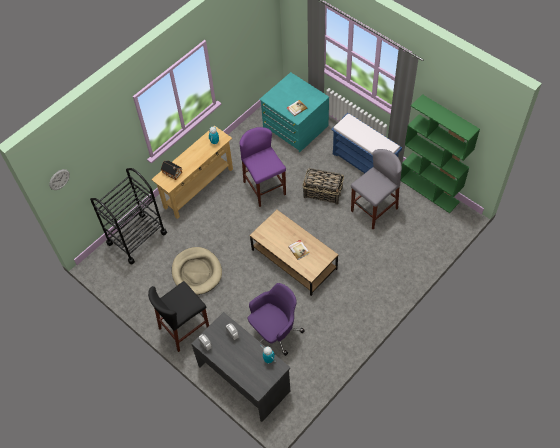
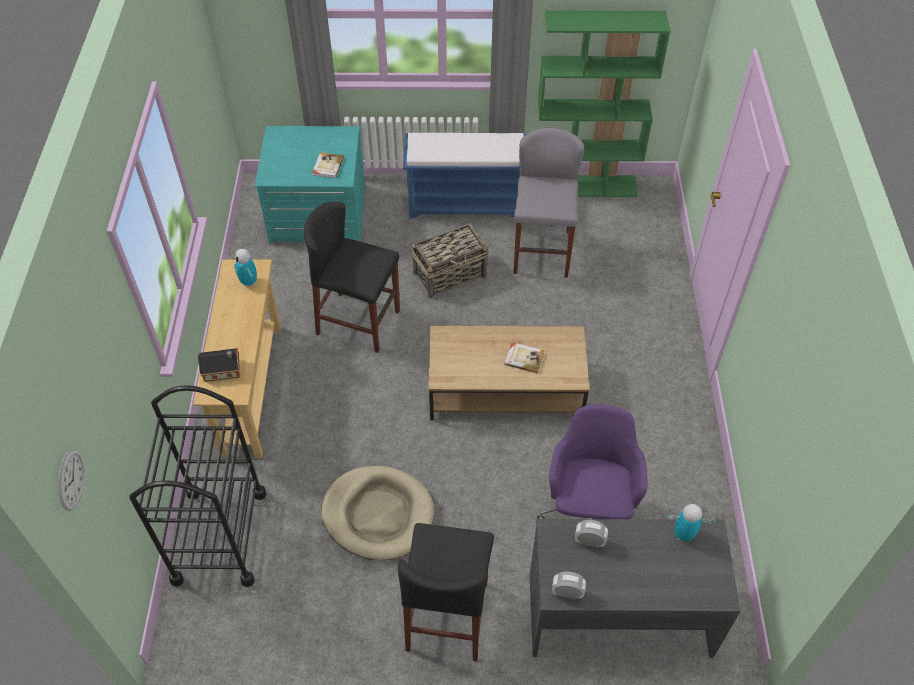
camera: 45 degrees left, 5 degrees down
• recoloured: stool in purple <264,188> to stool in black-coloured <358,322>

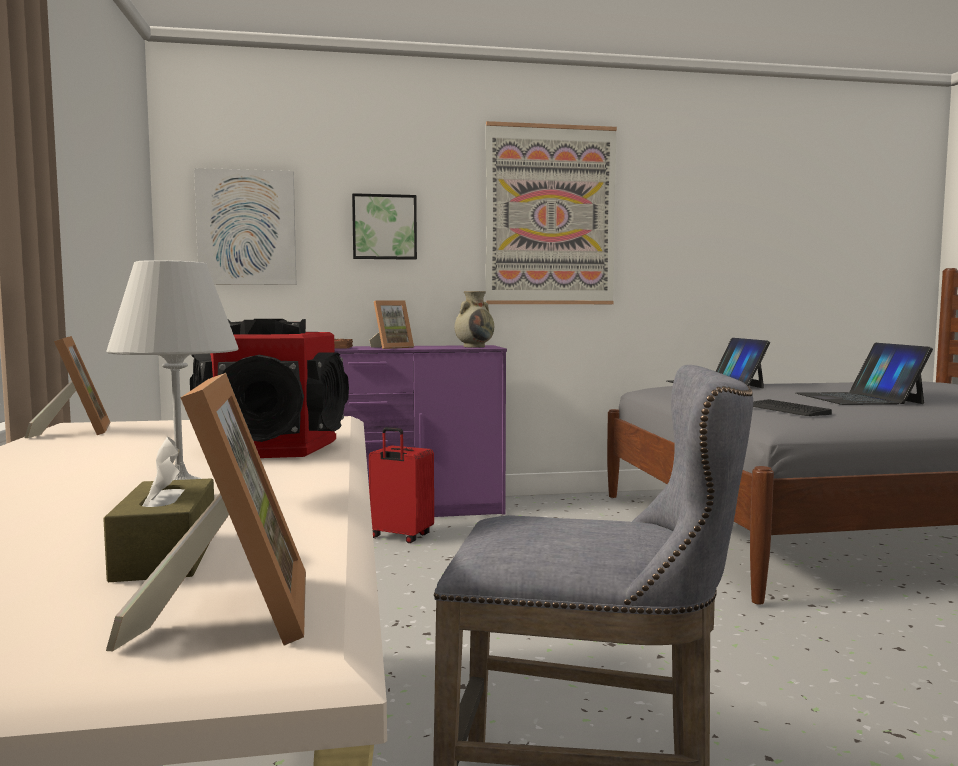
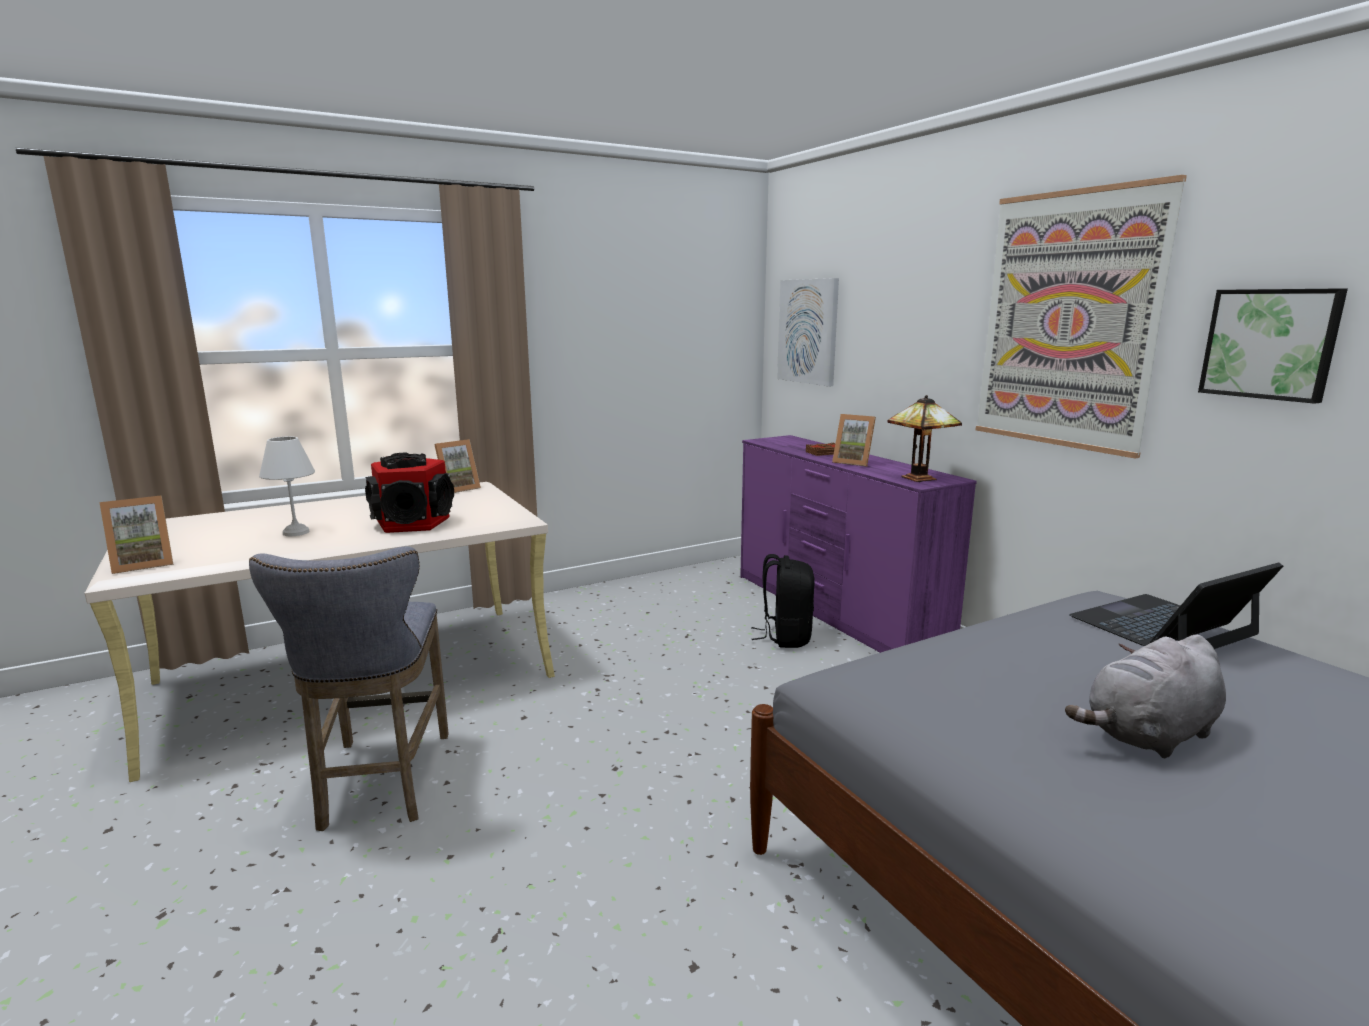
camera: 70 degrees right, 10 degrees up
• replaced: travel case in reddish <400,537> to knapsack in black-coloured <785,637>
• replaced: vase in beige-coloured <474,346> to tabletop lamp <921,479>
• replaced: notebook computer <858,398> to plush toy in grey <1148,735>
• moved: wall picture <384,227> to <1270,344>
• removed: box of tissues in brown-coloured <166,555>
• removed: PC keyboard <786,409>

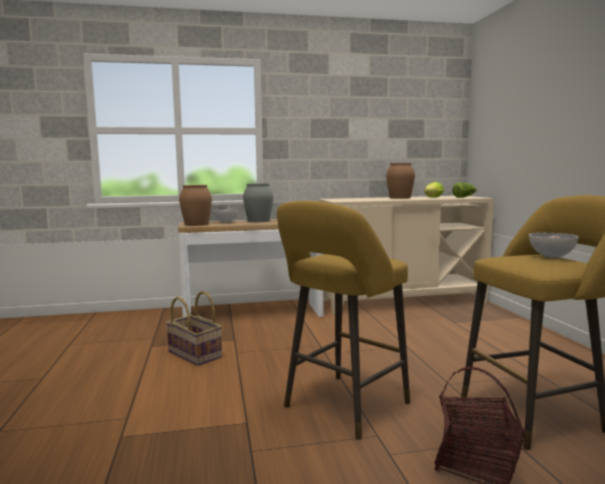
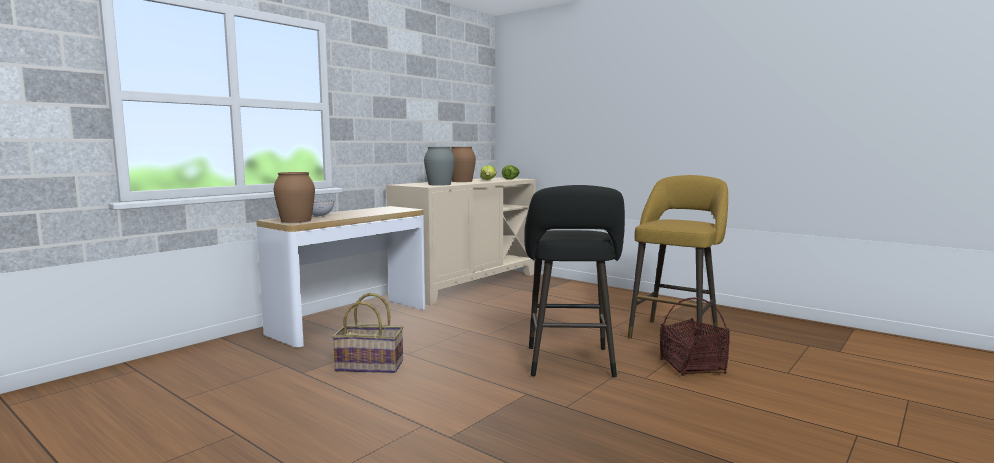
camera: 40 degrees left, 0 degrees up
• moved: vase in grey <258,221> to <439,184>
• recoloured: stool in yellow-coloured <342,407> to stool in black-coloured <570,364>
• removed: serving bowl <551,257>

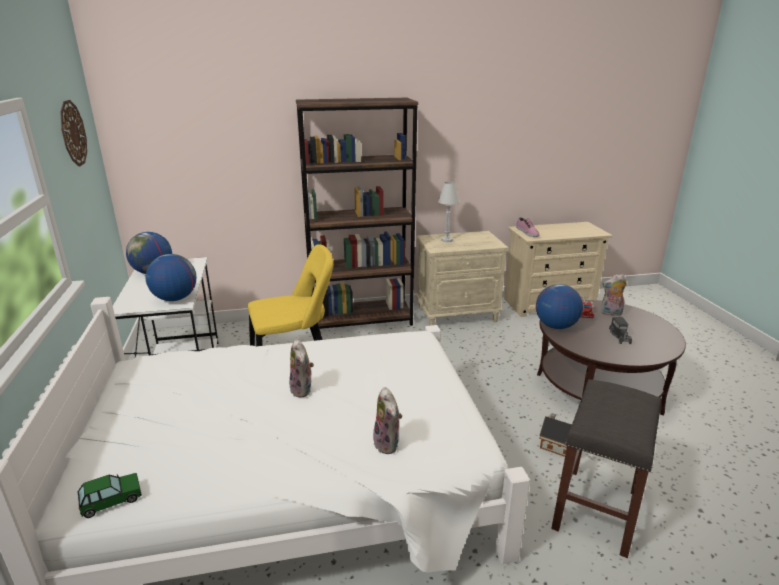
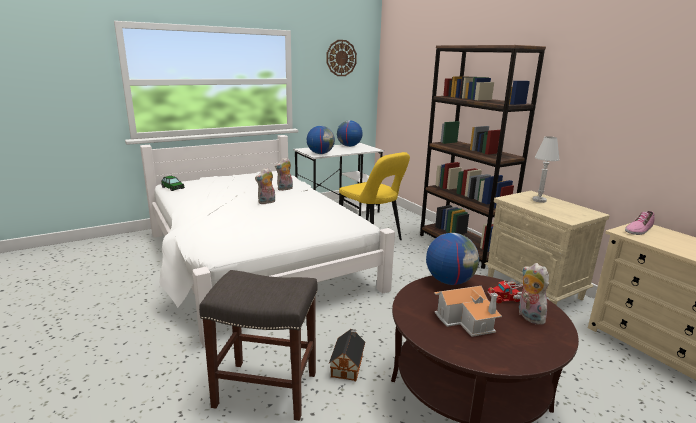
camera: 70 degrees right, 5 degrees down
• moved: plush toy <388,444> to <285,189>
• replaced: model truck <619,336> to model house <467,320>

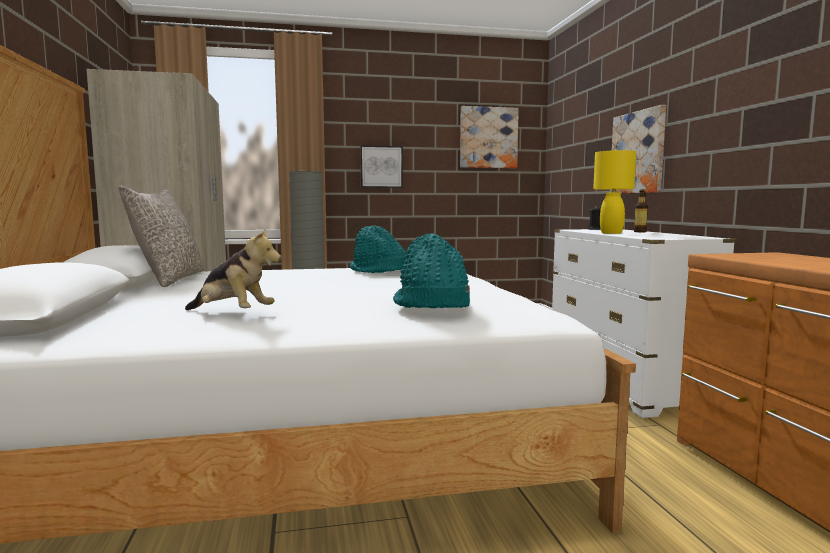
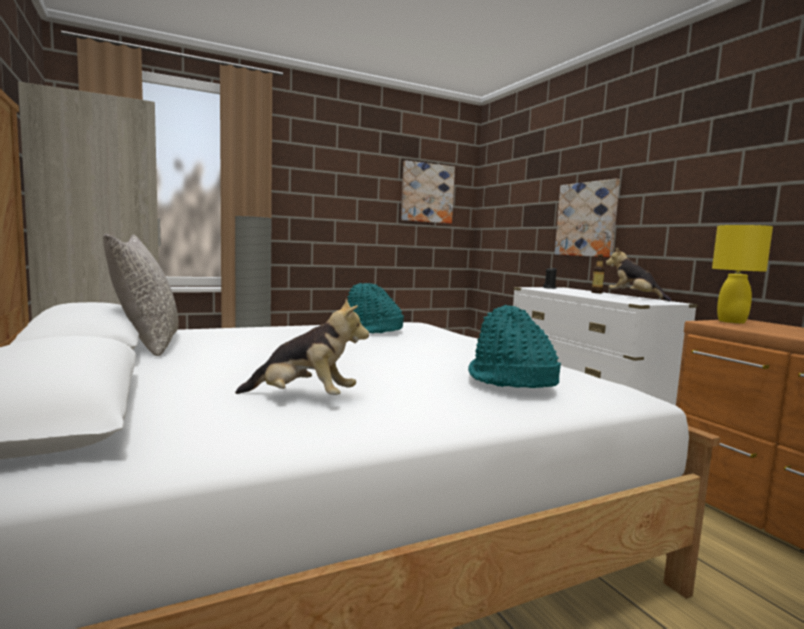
camera: 15 degrees left, 0 degrees up
• added: plush toy <634,297>
• moved: tabletop lamp in yellow-coloured <611,233> to <731,321>
• removed: wall picture <381,167>

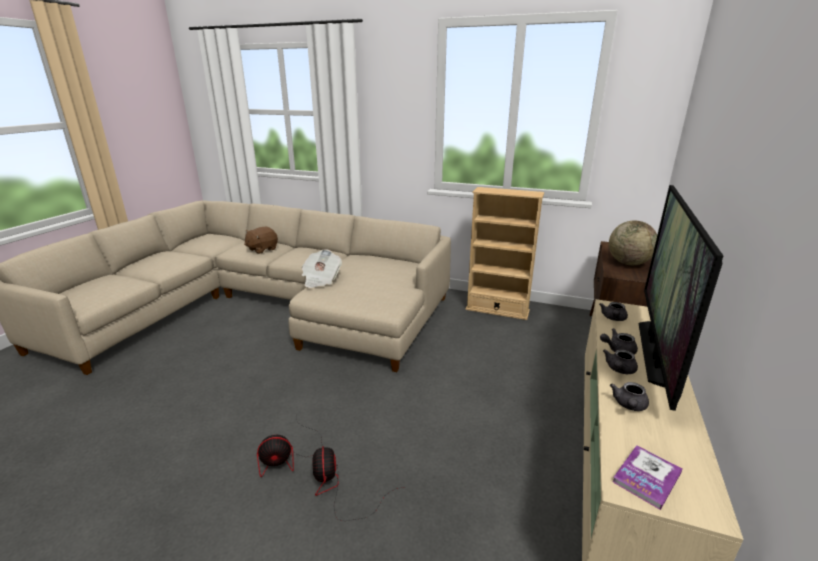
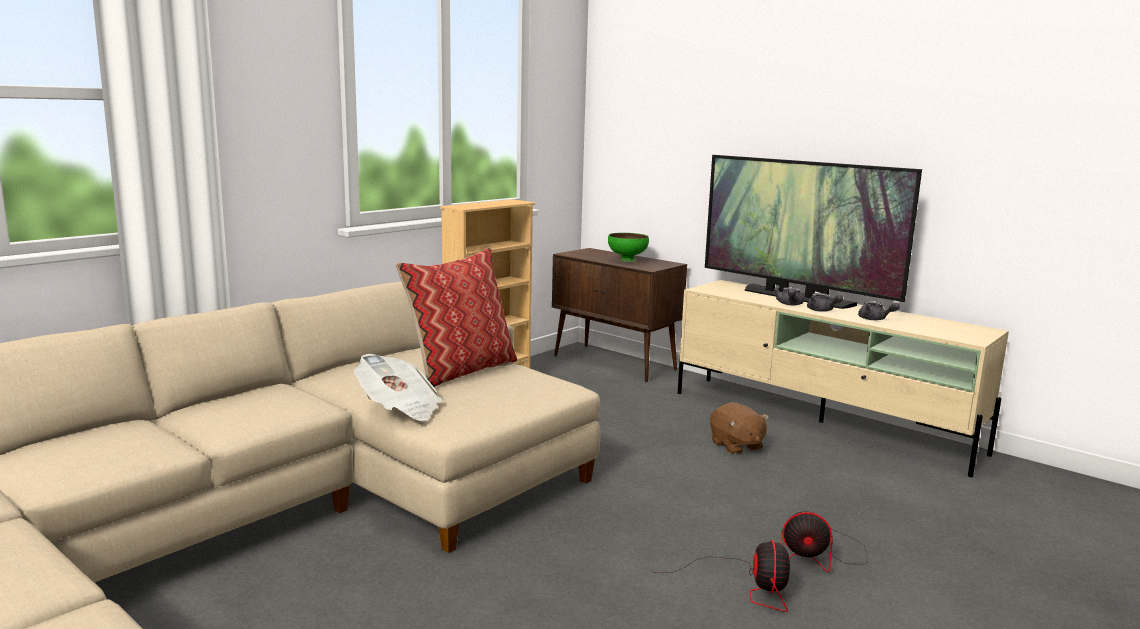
camera: 70 degrees left, 10 degrees down
• added: throw pillow <461,370>
• replaced: globe <628,263> to serving bowl in green-coloured <627,260>
• moved: plush toy in brown-coloured <262,249> to <736,446>
• removed: teapot in grey <613,318>
• removed: volume <646,477>

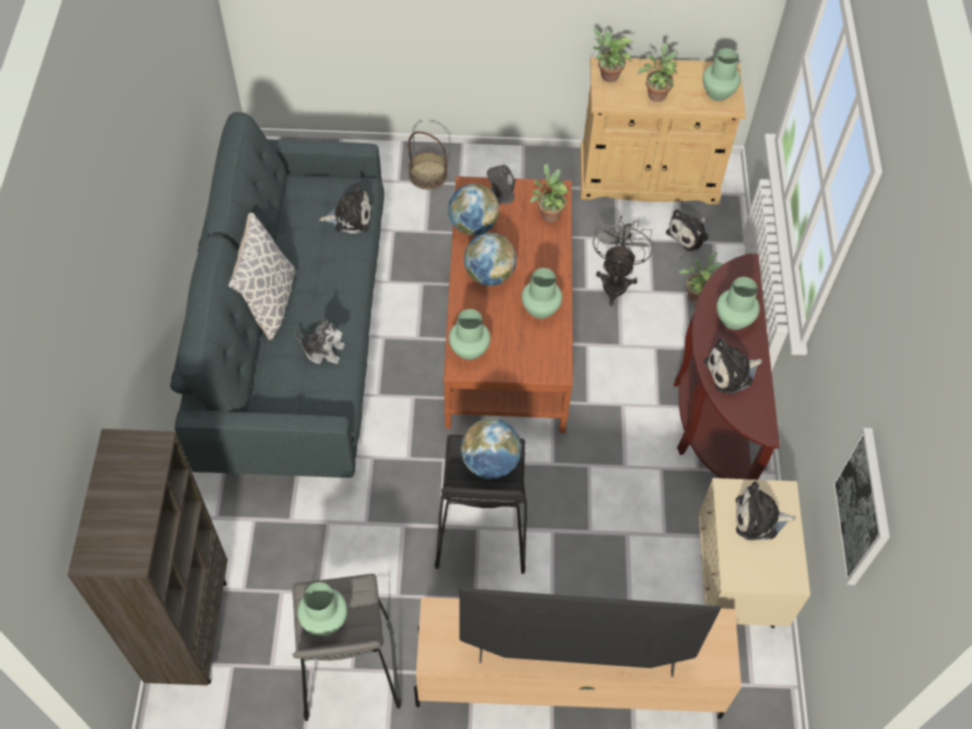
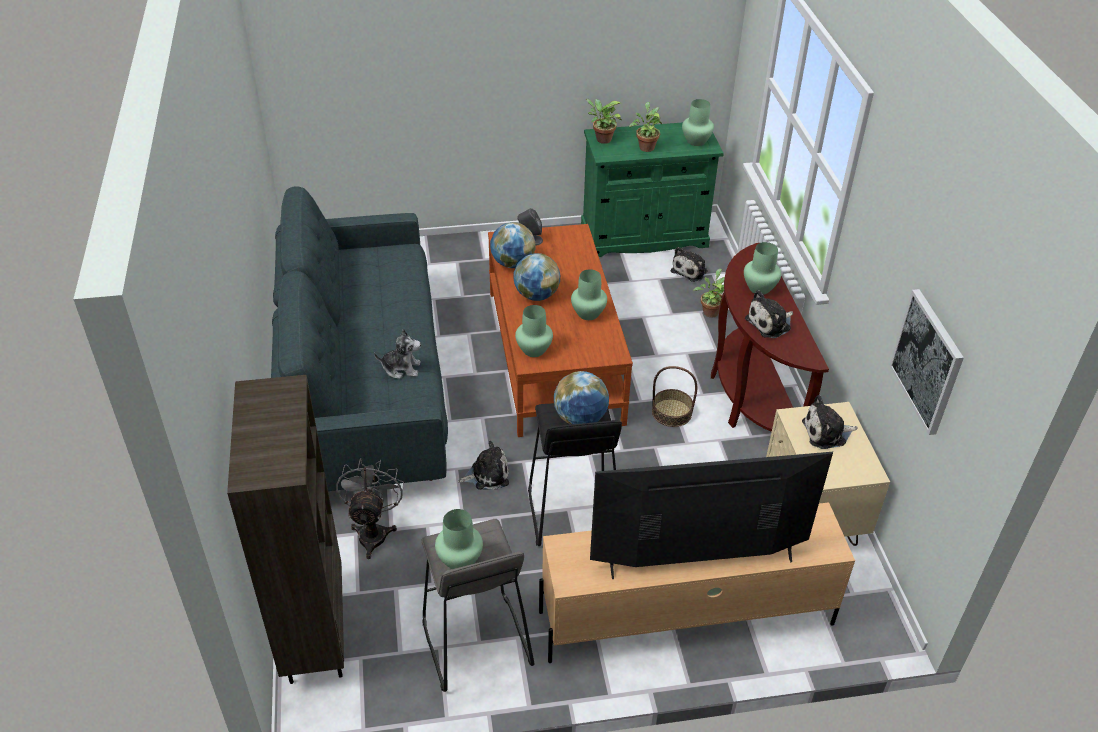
camera: 10 degrees left, 15 degrees down
• moved: electric fan in grey <616,281> to <373,531>
• moved: plush toy <350,217> to <487,475>
• recoloured: cupboard in beige-coloured <648,177> to cupboard in green-coloured <644,236>
• moved: household basket <428,175> to <671,412>
• removed: throw pillow <268,302>
• removed: potted plant <548,213>

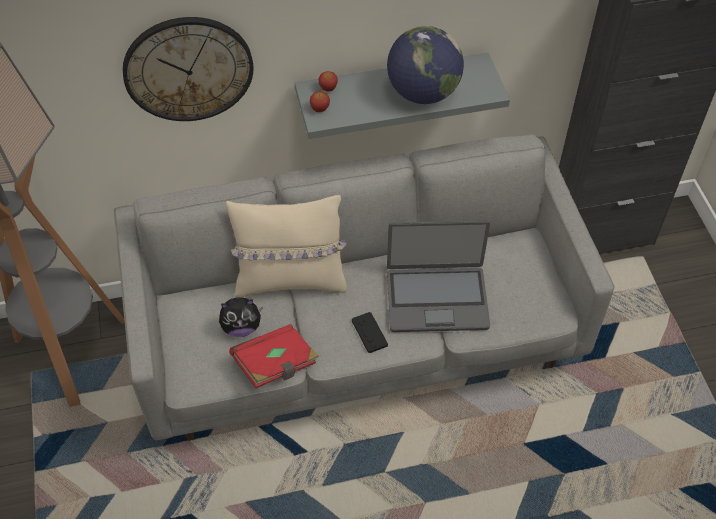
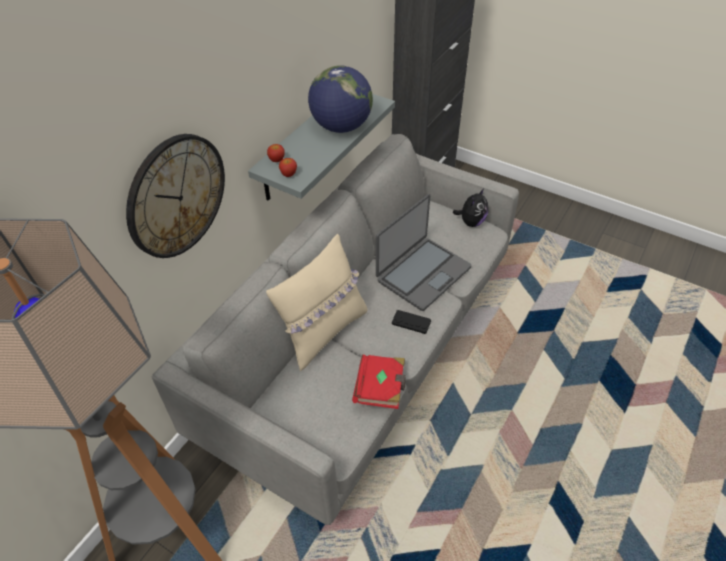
camera: 45 degrees left, 5 degrees down
• moved: plush toy <241,327> to <471,222>

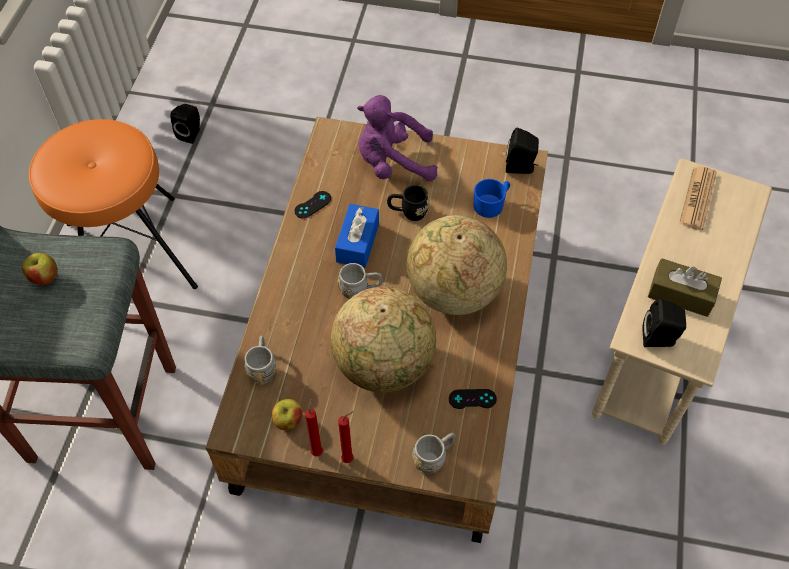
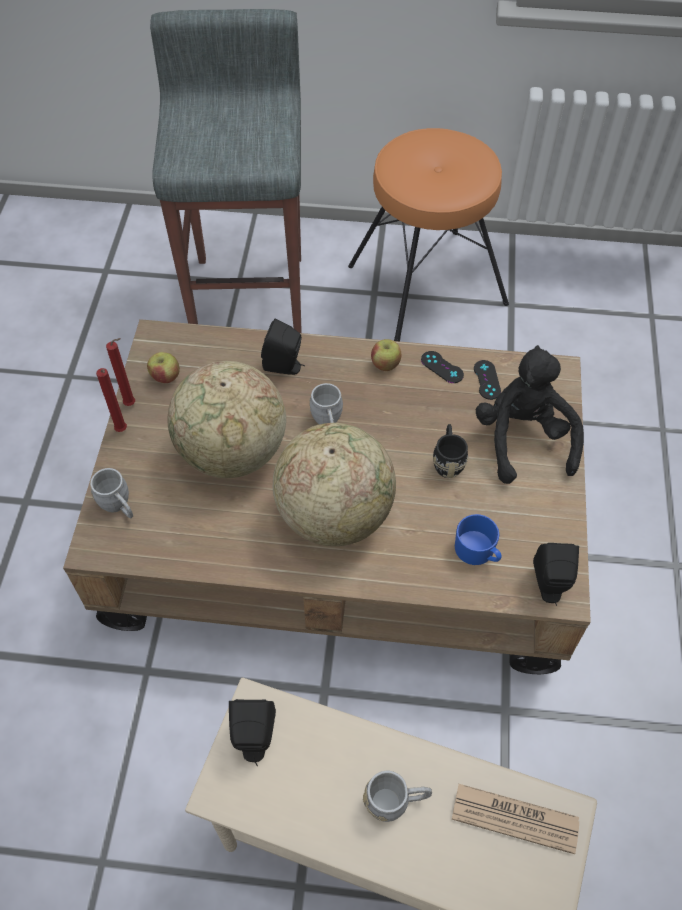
camera: 85 degrees right, 0 degrees up
• moved: loudspeaker in black-coloured <191,133> to <285,366>
• moved: tea mug in grey <263,367> to <396,802>
• moved: apple fruit <44,278> to <385,364>
• moved: gamepad in black-coloured <472,399> to <487,380>
• recoloured: plush toy in purple <393,163> to plush toy in black-coloured <523,439>
• removed: box of tissues in bluish <357,243>
• removed: box of tissues in brown-coloured <681,294>

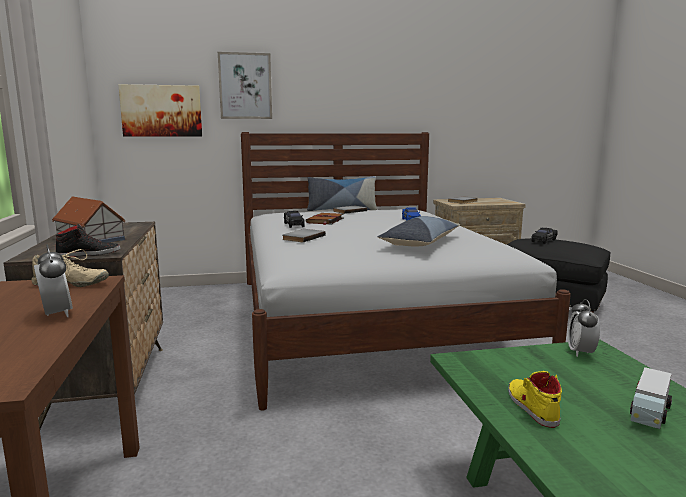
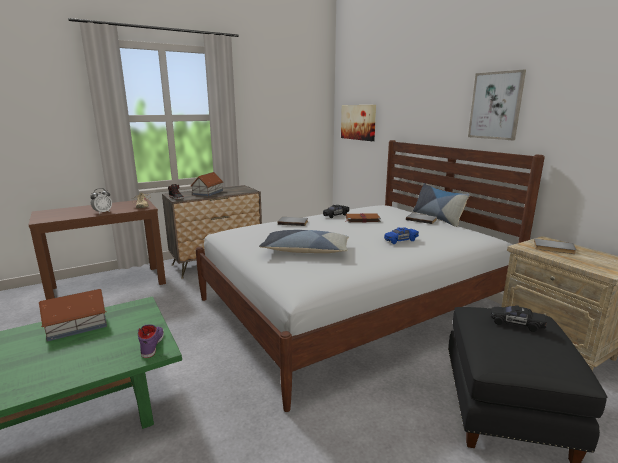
camera: 70 degrees right, 5 degrees up
• replaced: low shoe in yellow-coloured <531,406> to model house <76,326>
• replaced: alarm clock <581,352> to low shoe in purple <152,344>
• moved: wall picture <245,86> to <496,105>
• removed: model truck <649,413>

